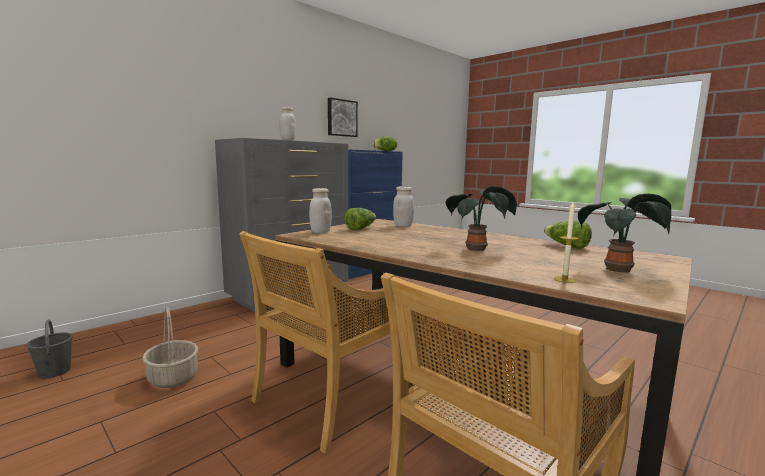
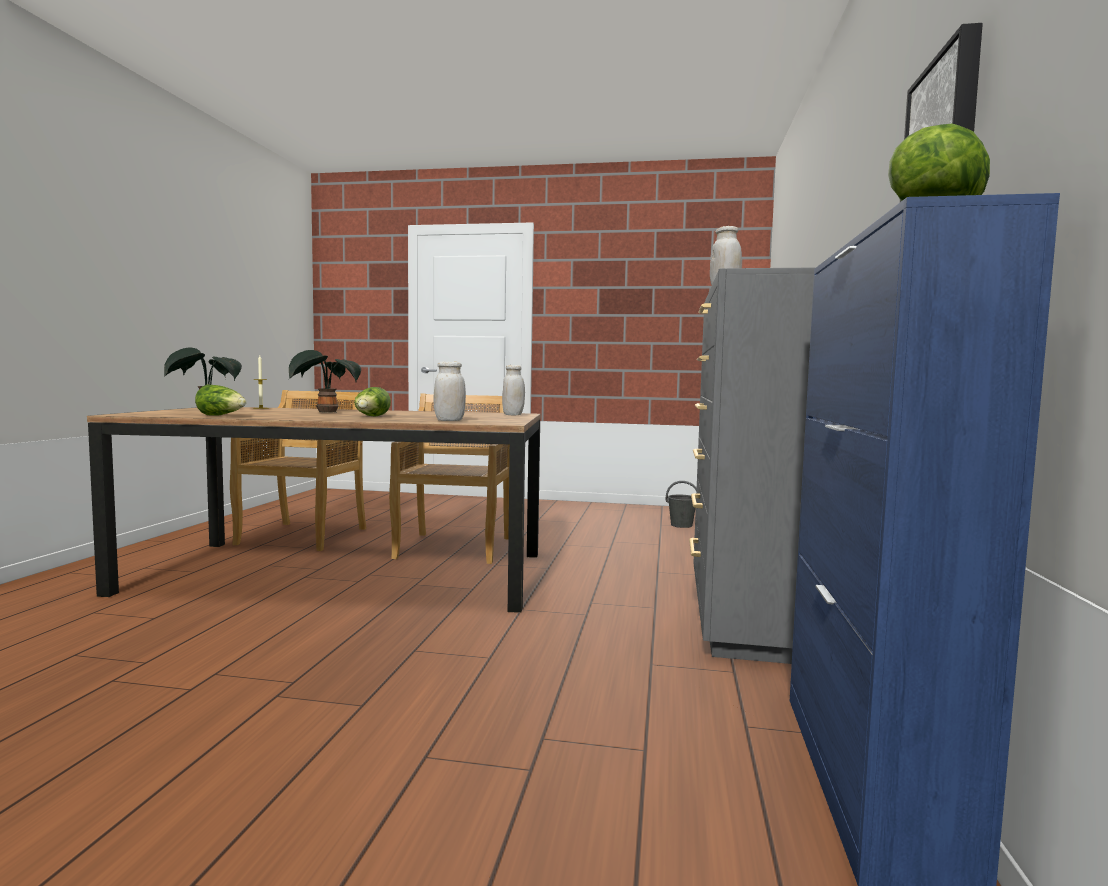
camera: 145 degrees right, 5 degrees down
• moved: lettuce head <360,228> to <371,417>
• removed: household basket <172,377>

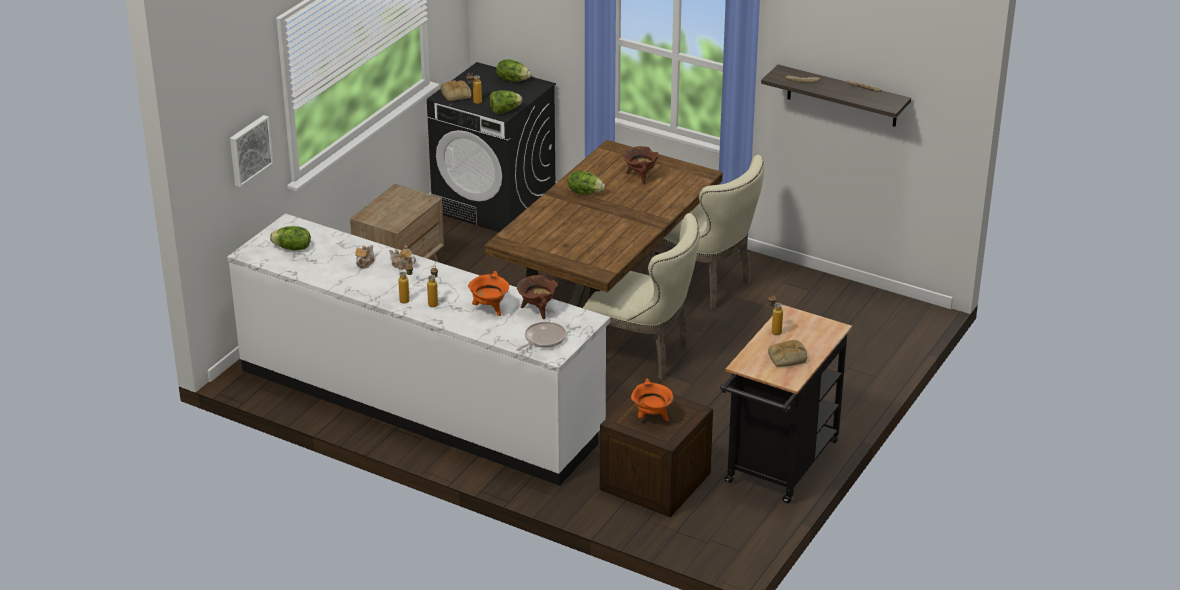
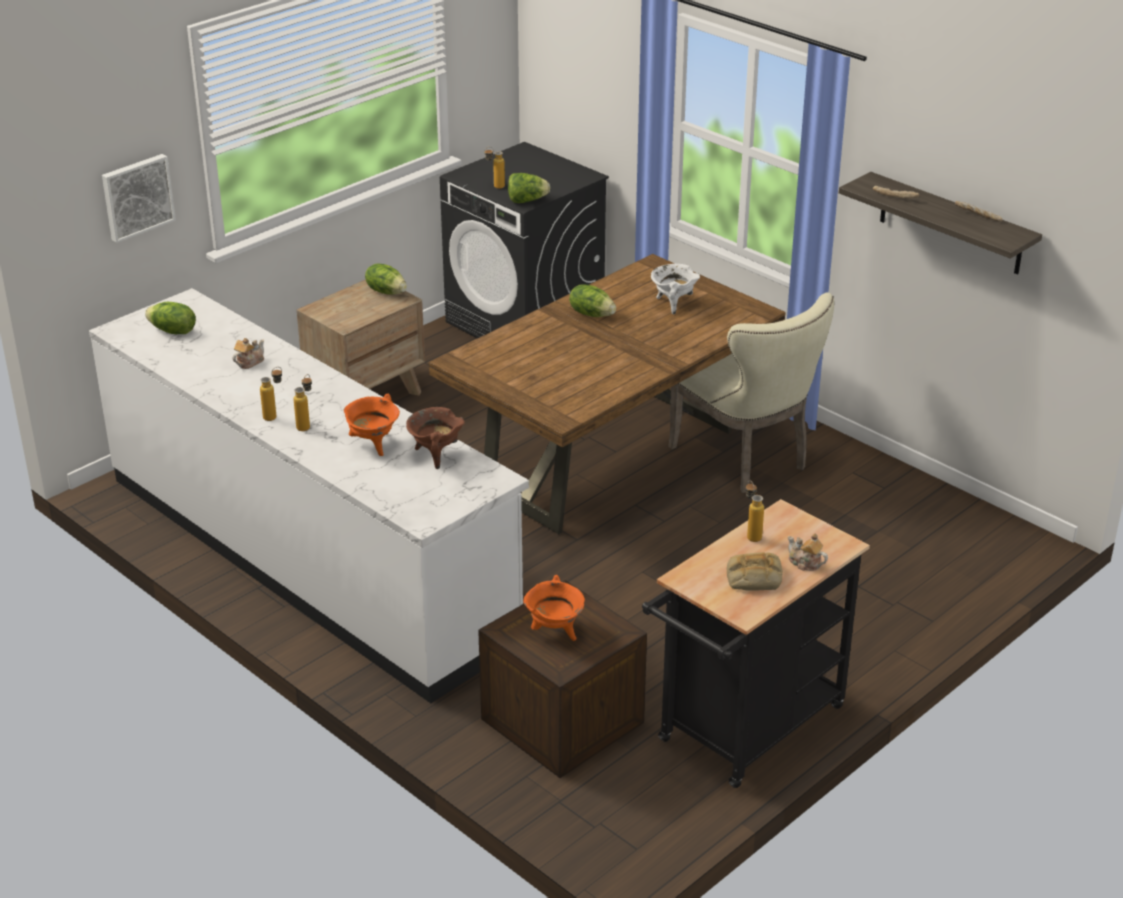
camera: 15 degrees right, 0 degrees up
• moved: lettuce head <512,79> to <386,291>
• recoloured: cooking pot in brown-coloured <640,177> to cooking pot in white <673,304>
• moved: teapot <402,265> to <805,563>
• removed: bread <456,94>
• removed: frying pan <543,339>
• removed: plain chair in beige-coloured <643,355>

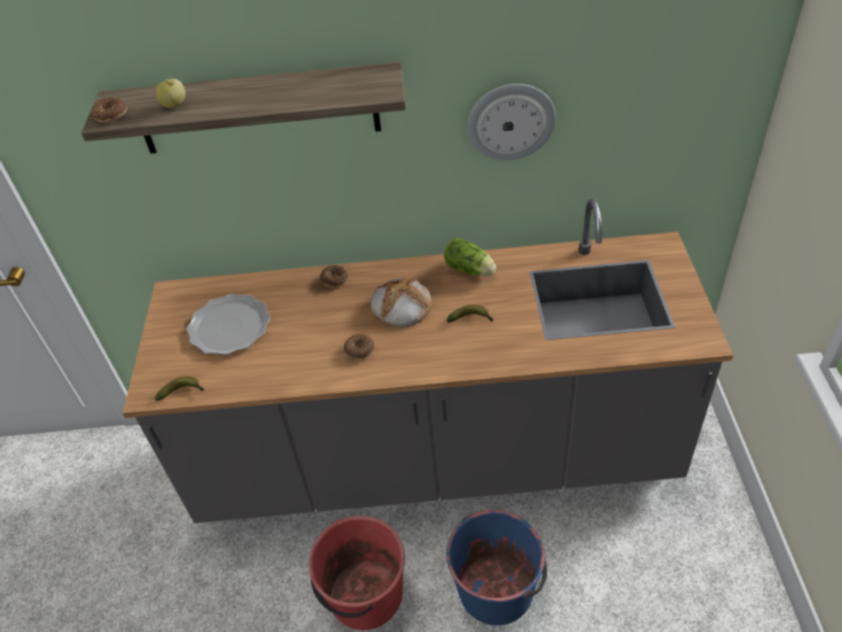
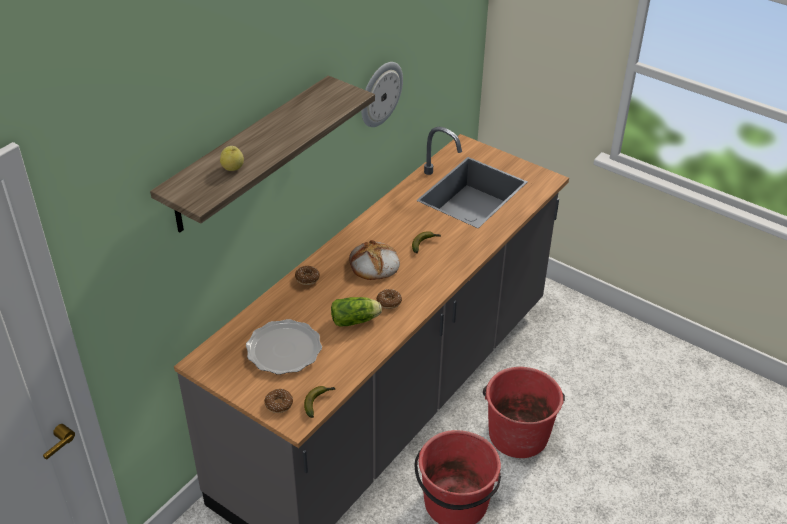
camera: 55 degrees left, 5 degrees down
• moved: ring doughnut <111,115> to <279,404>
• moved: lettuce head <471,270> to <356,320>
• recoloured: water bucket in bluish <496,588> to water bucket in reddish <518,434>

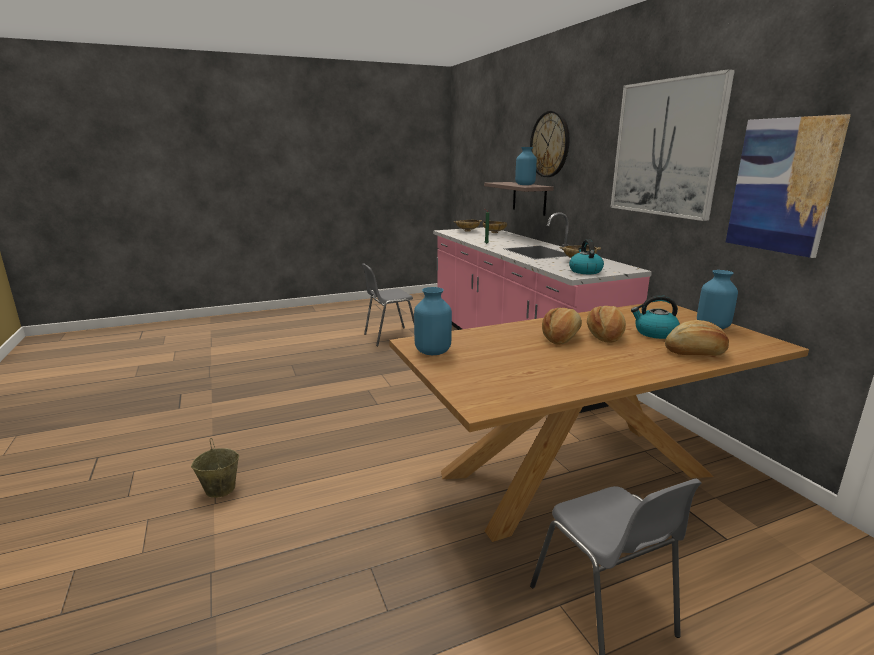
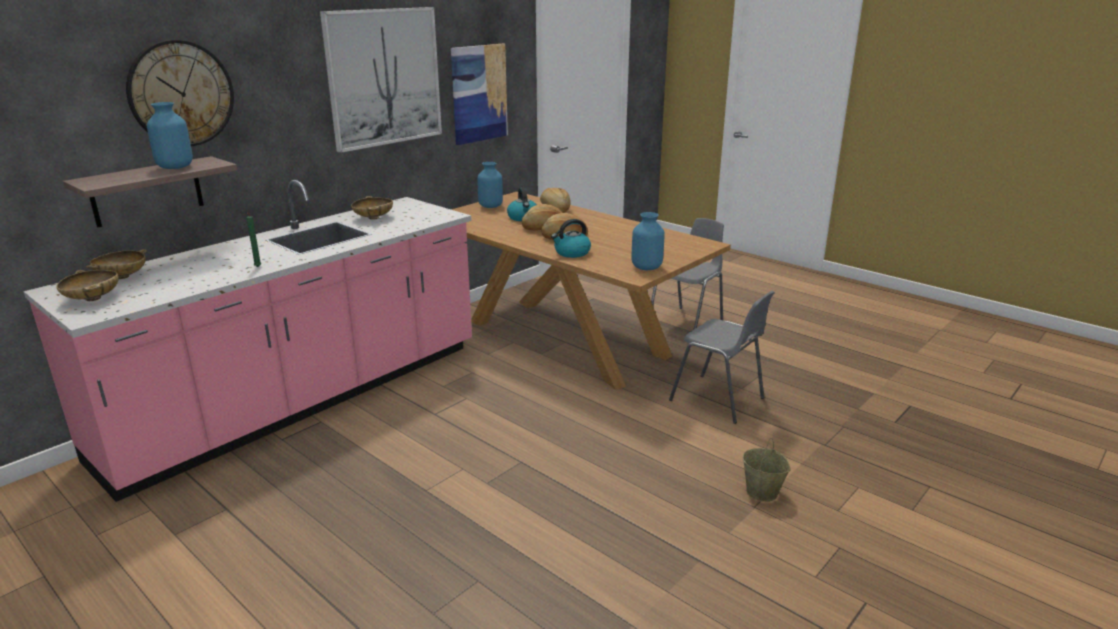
camera: 115 degrees left, 5 degrees up
• moved: tea kettle <585,271> to <571,253>
• moved: plain chair in grey <389,337> to <719,400>

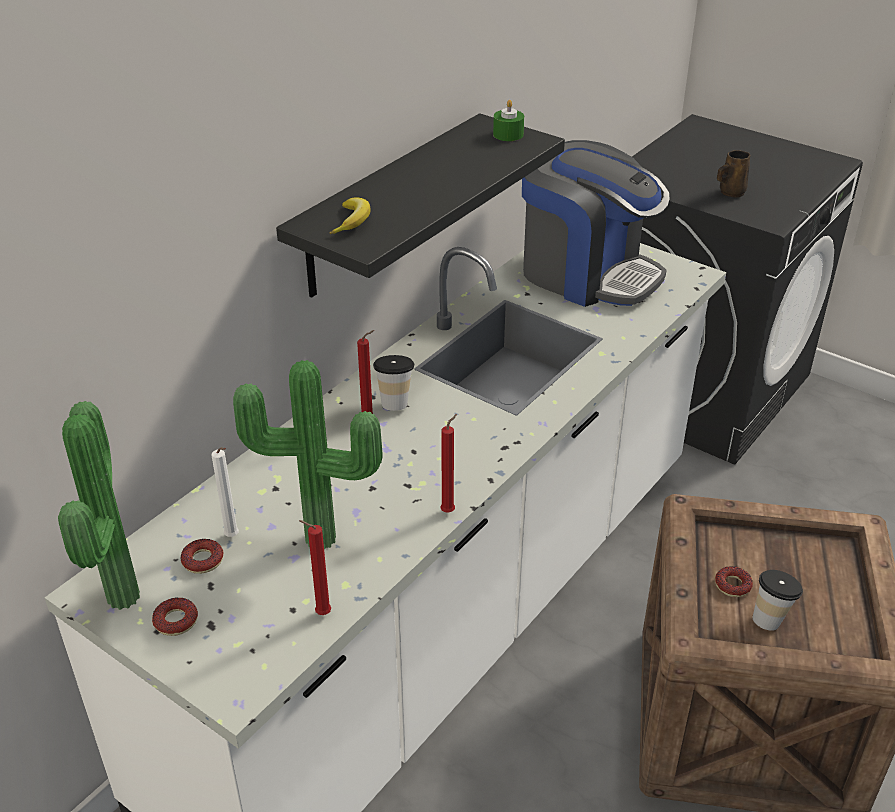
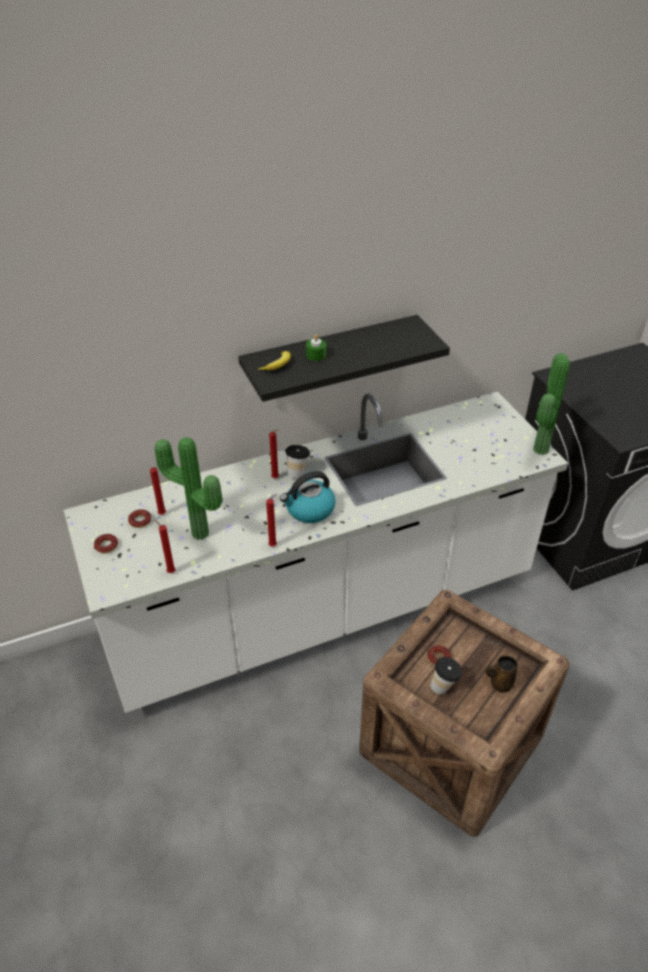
camera: 30 degrees right, 5 degrees up
• recoloured: candle in white <233,537> to candle in reddish <162,515>
• added: tea kettle <309,510>
• moved: candle in green-coloured <508,134> to <316,355>
• moved: tea mug in brown-coloured <730,192> to <499,683>
• moved: potted plant <116,598> to <537,449>
• removed: coffee machine <587,274>

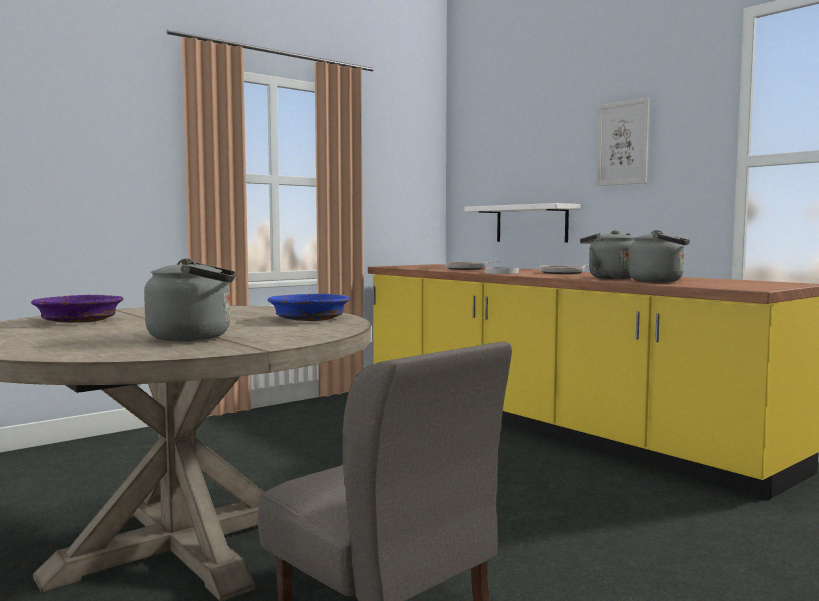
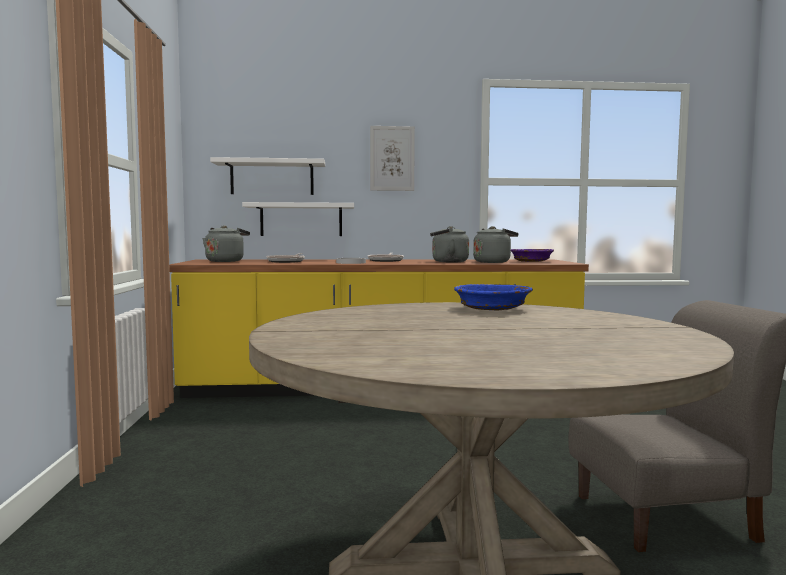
camera: 55 degrees left, 0 degrees up
• moved: tea kettle in grey <195,337> to <226,261>
• added: bracket shelf in white <272,178>
• moved: serving bowl in purple <79,321> to <531,261>

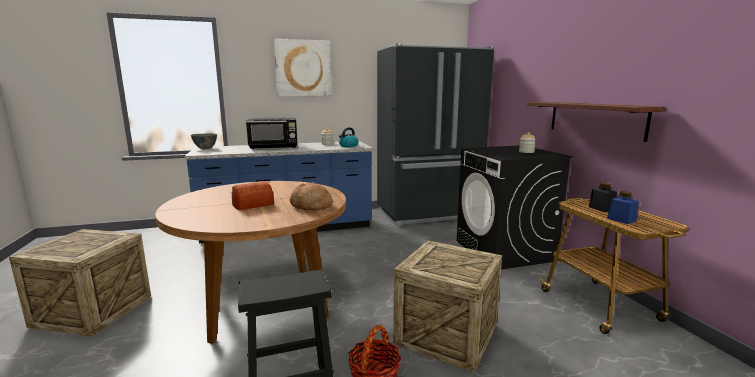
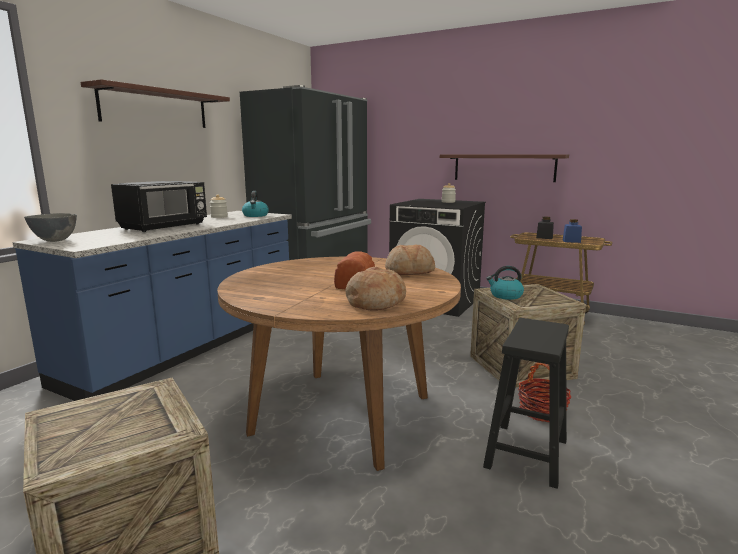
camera: 45 degrees left, 0 degrees up
• replaced: wall picture <303,68> to bracket shelf <155,108>
• added: bread <375,302>
• added: tea kettle <505,296>

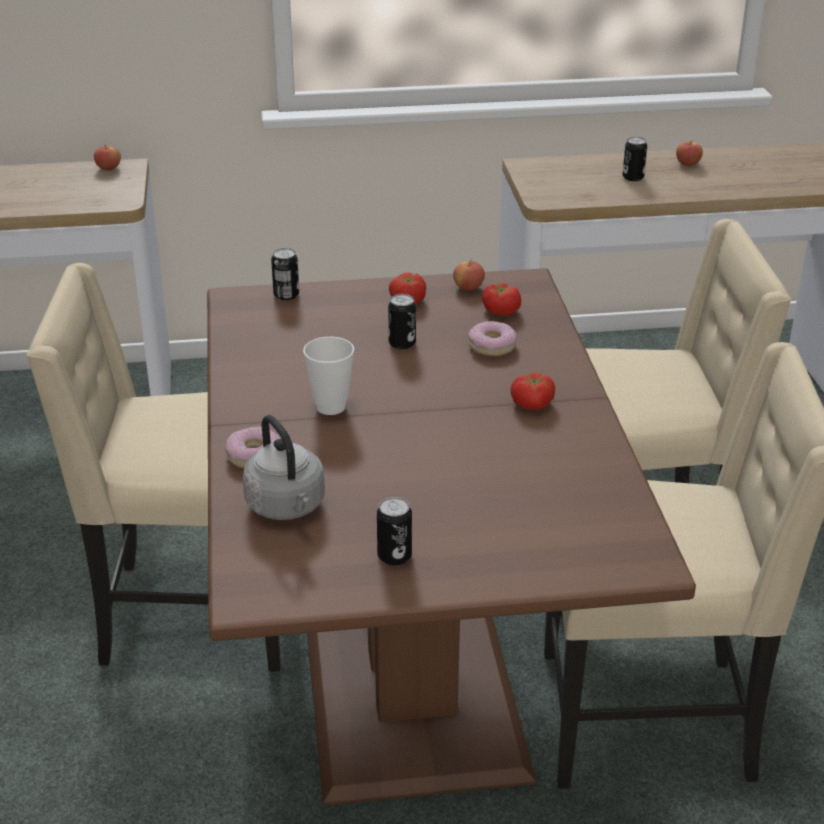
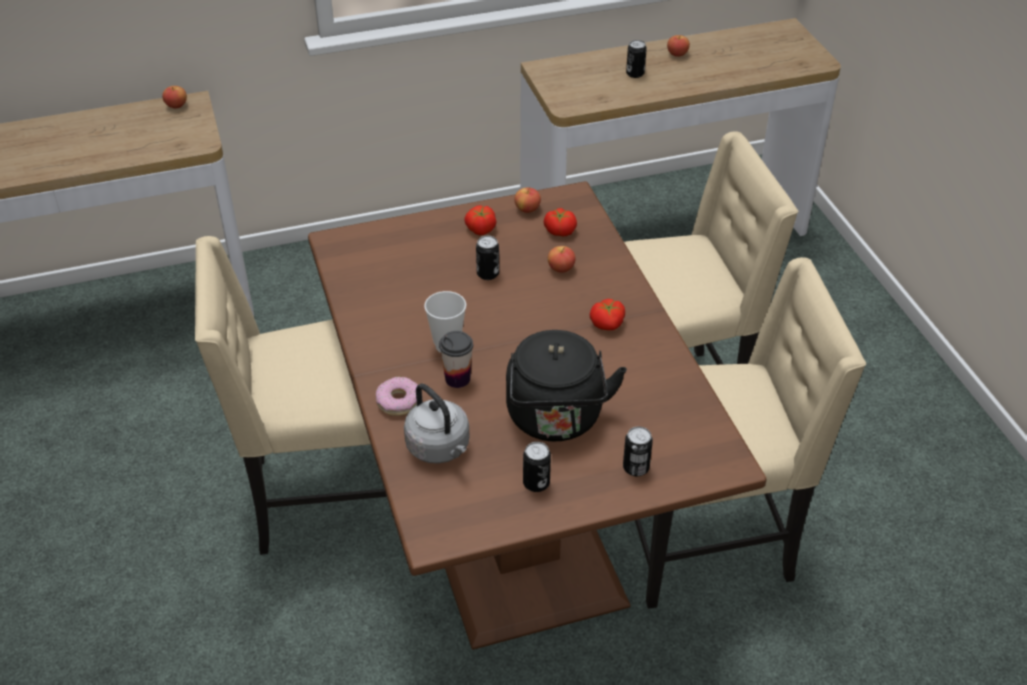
camera: 10 degrees left, 10 degrees up
• added: small cup <457,379>
• added: tea kettle in black-coloured <556,420>
• replaced: ring doughnut <491,346> to apple fruit <561,268>
• moved: can <286,295> to <636,468>

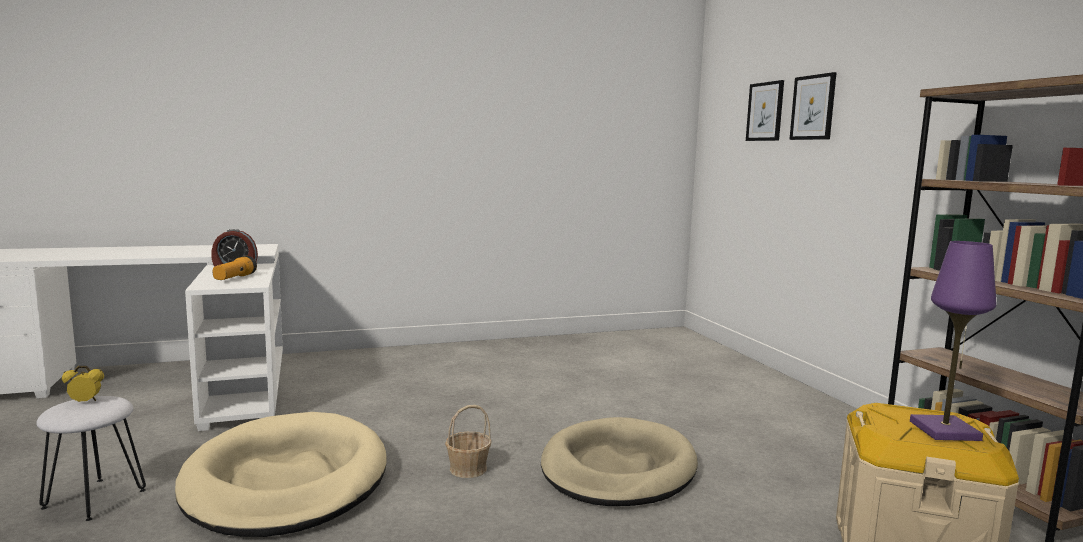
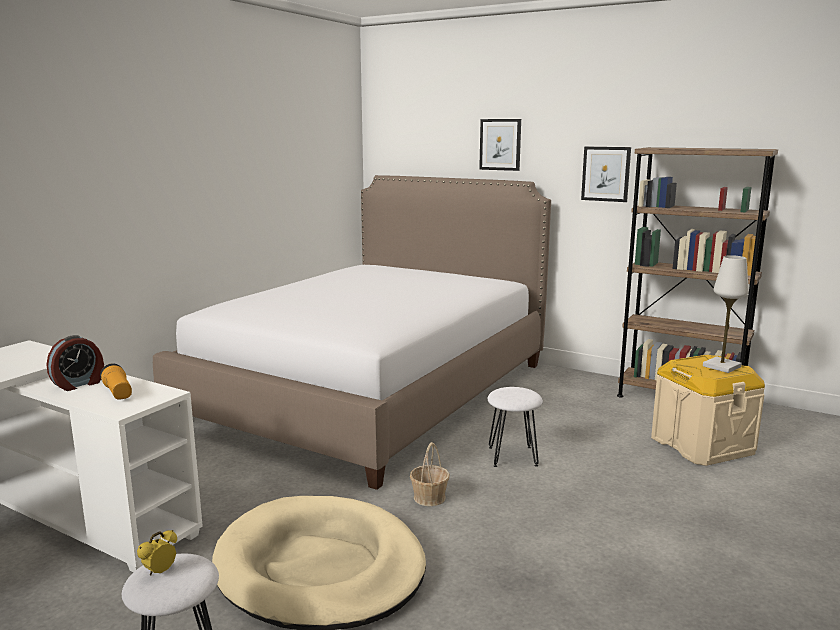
camera: 40 degrees left, 5 degrees up
• added: bedroom bed <373,391>
• replaced: pet bed in beige-coloured <617,468> to stool in white <512,456>
• moved: wall picture <765,111> to <606,174>
• recoloured: tabletop lamp in purple <944,431> to tabletop lamp in white <721,366>

